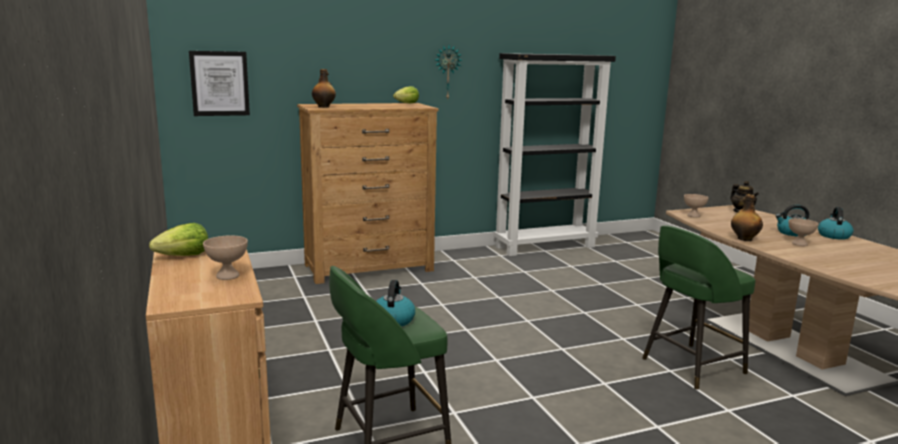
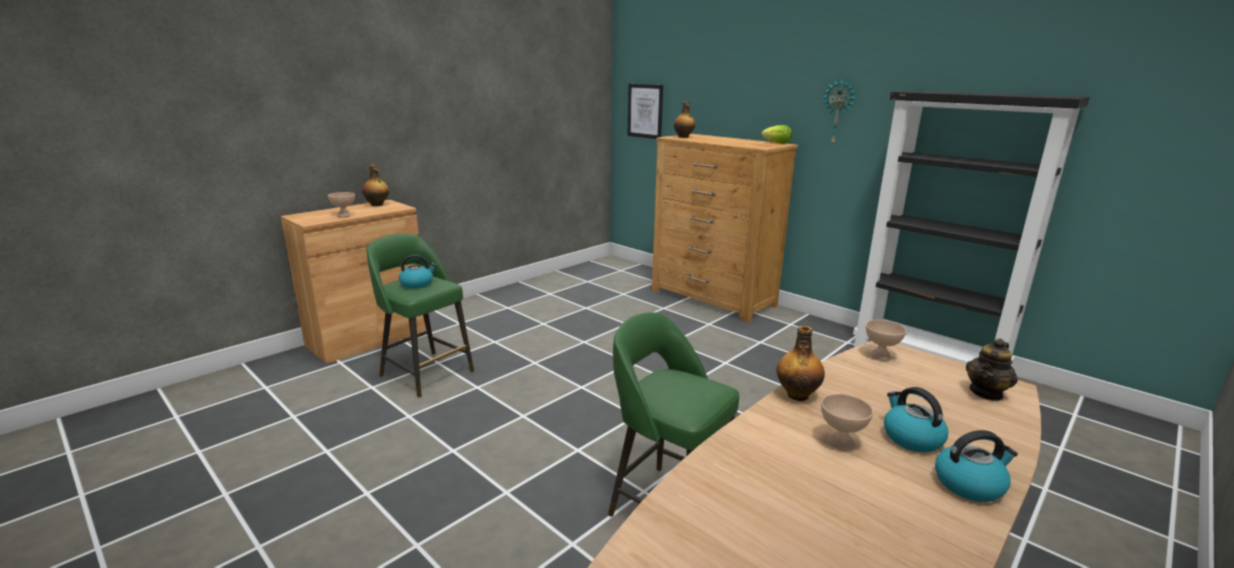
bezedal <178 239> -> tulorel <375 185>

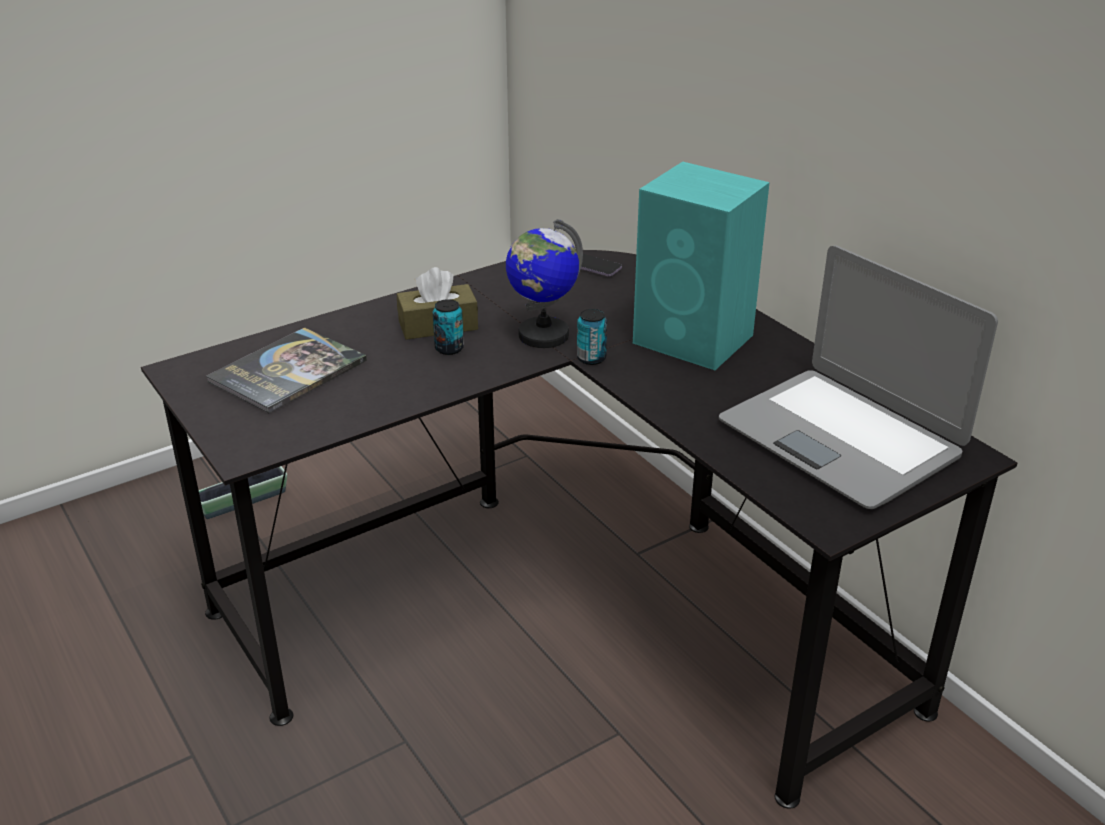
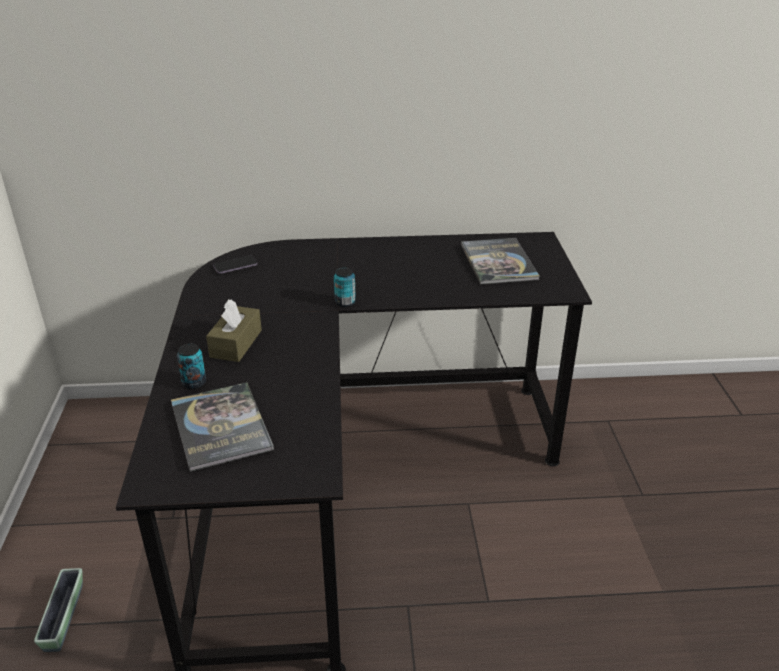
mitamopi <544 283> -> none
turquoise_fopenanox <701 266> -> none
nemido <448 327> -> nemido <191 366>, relocated
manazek <858 377> -> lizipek <500 261>

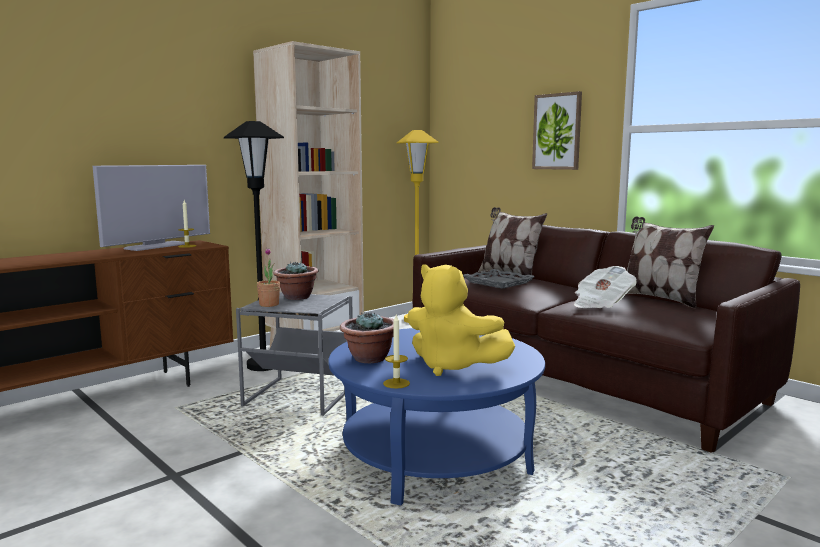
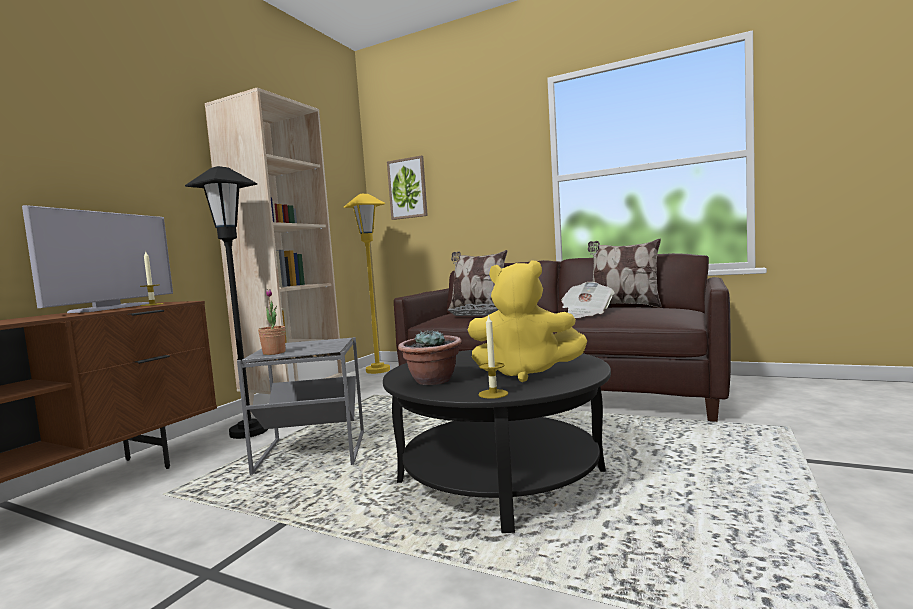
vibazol <296 281> -> none
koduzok <557 130> -> koduzok <407 187>, relocated
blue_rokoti <437 416> -> black_rokoti <497 441>

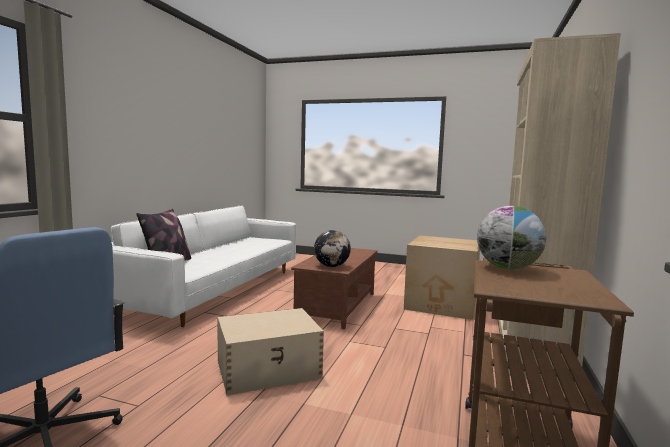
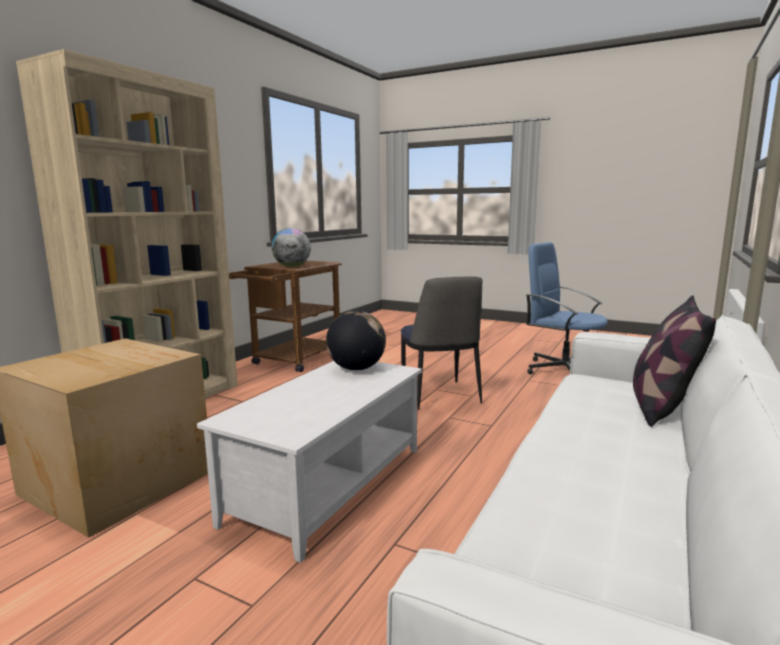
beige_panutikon <270 351> -> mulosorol <442 343>
brown_rokoti <334 288> -> white_rokoti <309 462>

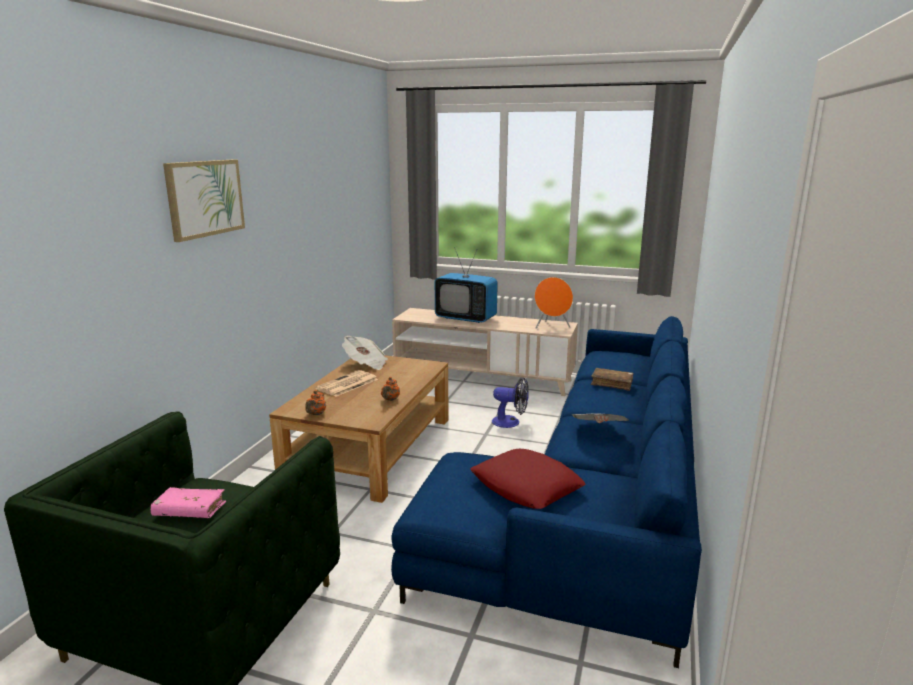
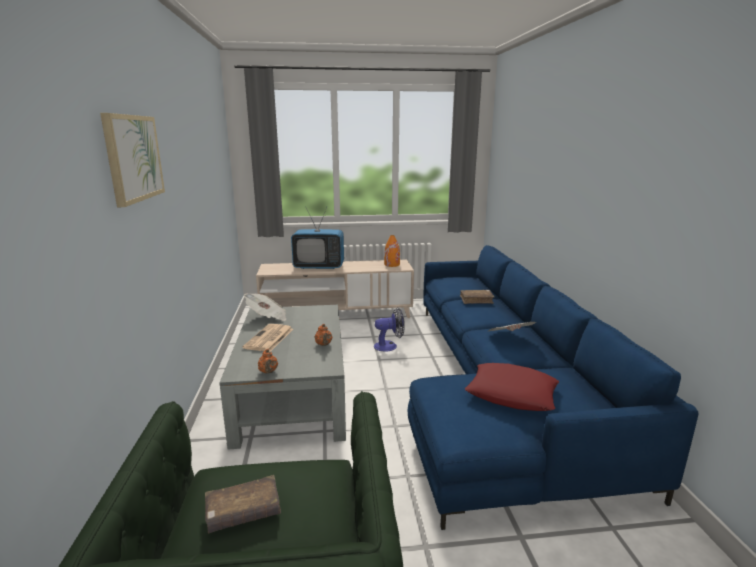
orange_fopenanox <554 303> -> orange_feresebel <392 251>
pink_lizipek <188 502> -> brown_lizipek <243 504>
brown_rokoti <358 429> -> grey_rokoti <282 377>

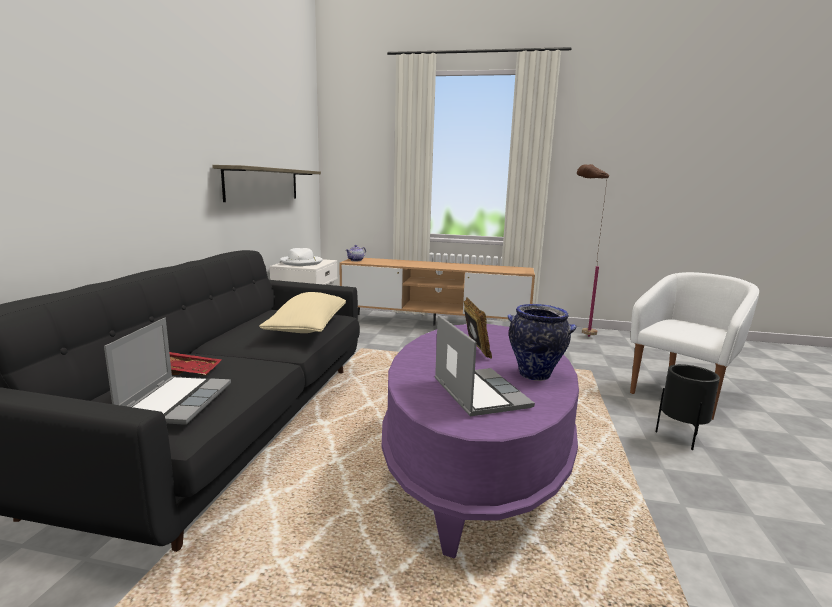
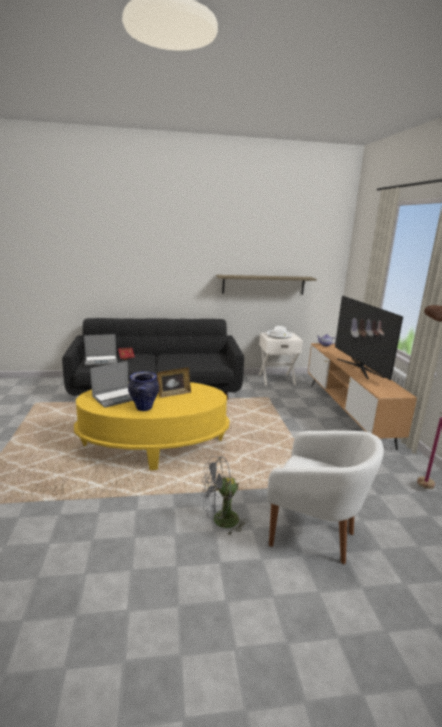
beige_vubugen <302 312> -> none
none -> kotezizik <369 338>
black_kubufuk <688 407> -> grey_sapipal <224 496>
purple_rokoti <480 441> -> yellow_rokoti <152 426>

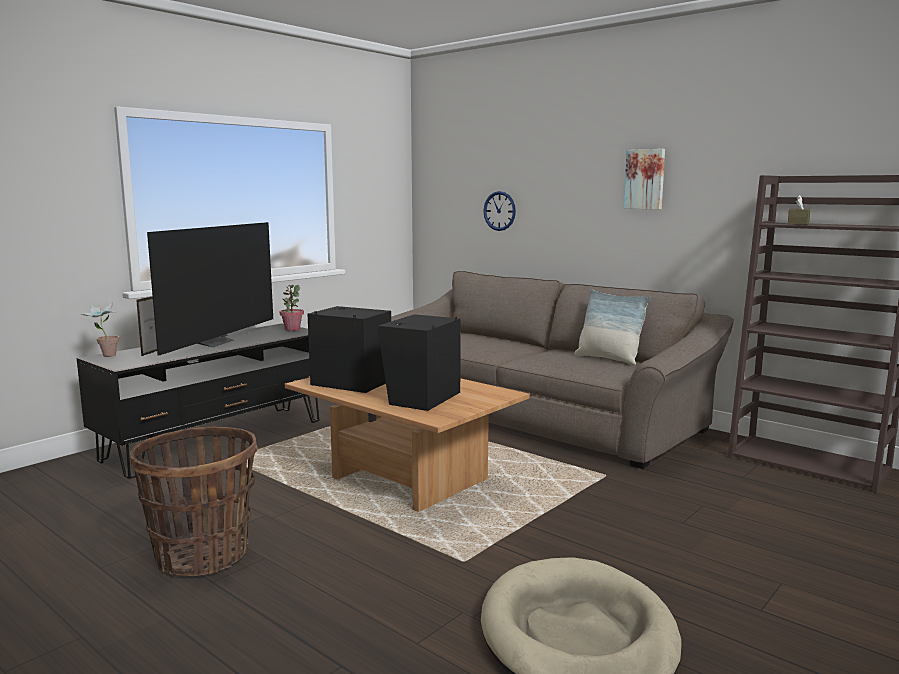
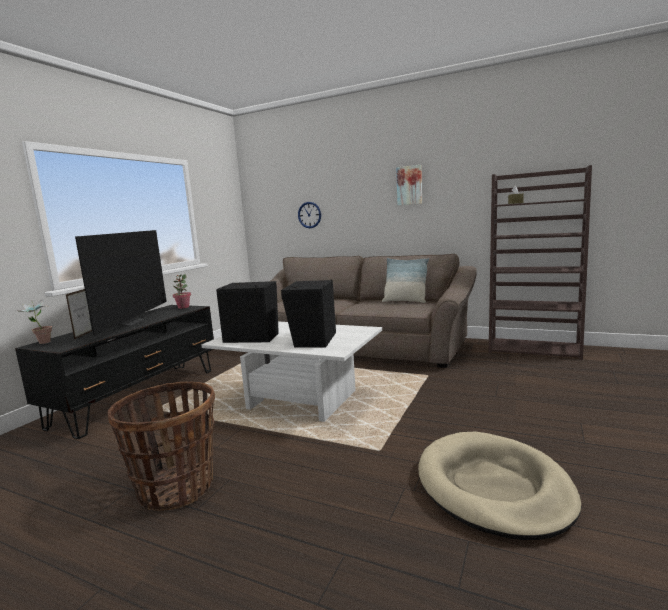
brown_rokoti <407 444> -> white_rokoti <291 372>

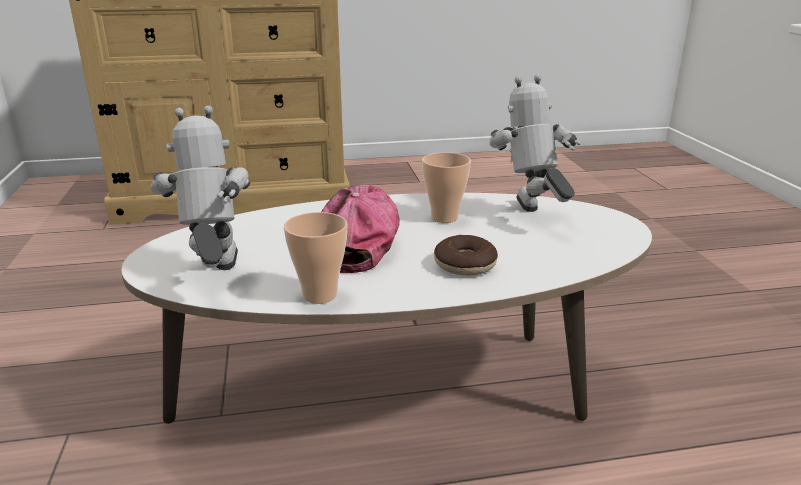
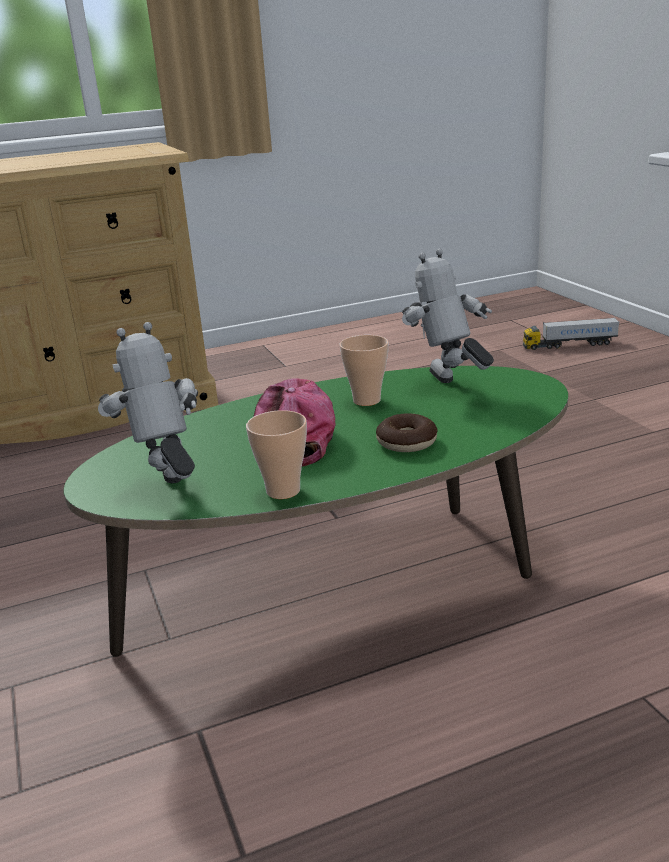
none -> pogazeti <571 333>
white_rokoti <386 308> -> green_rokoti <316 511>

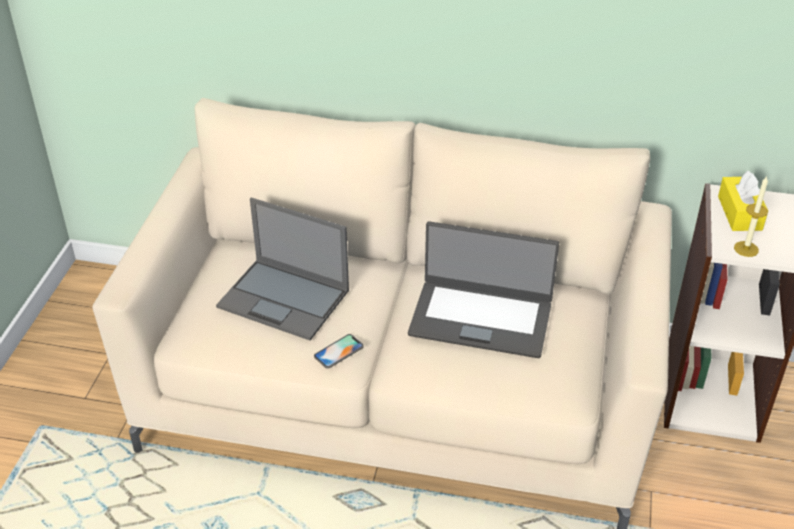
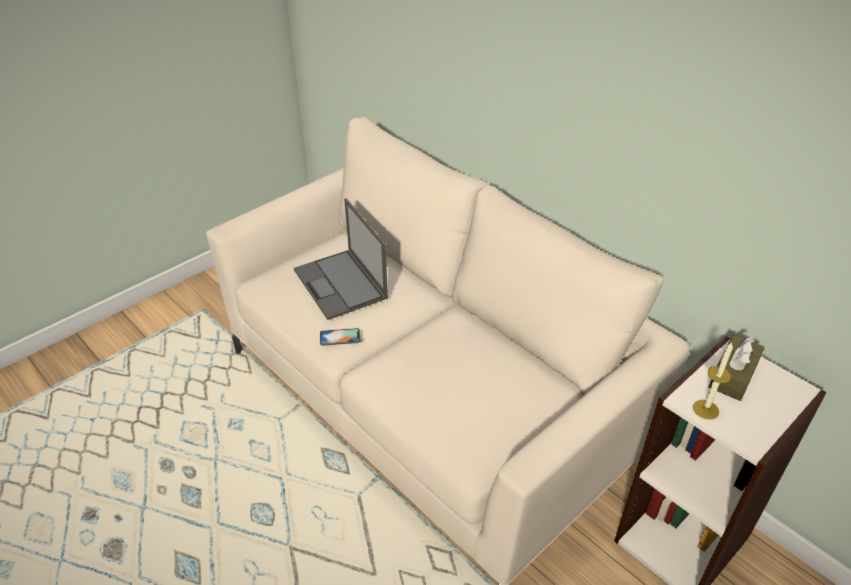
manazek <483 289> -> none
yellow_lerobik <743 201> -> brown_lerobik <737 368>

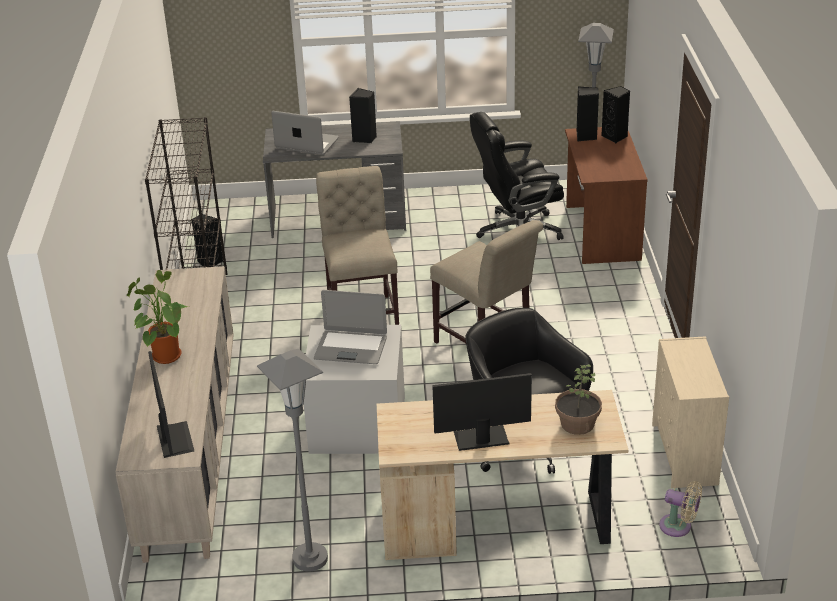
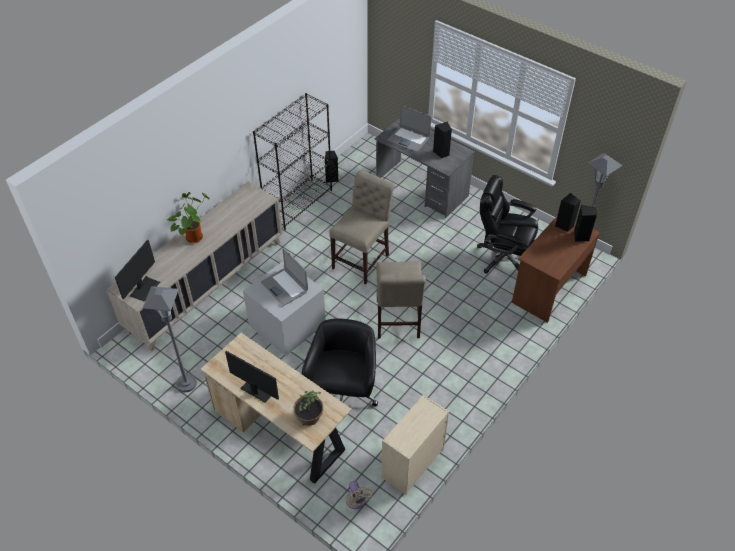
manazek <305 133> -> manazek <409 128>, 150 degrees clockwise

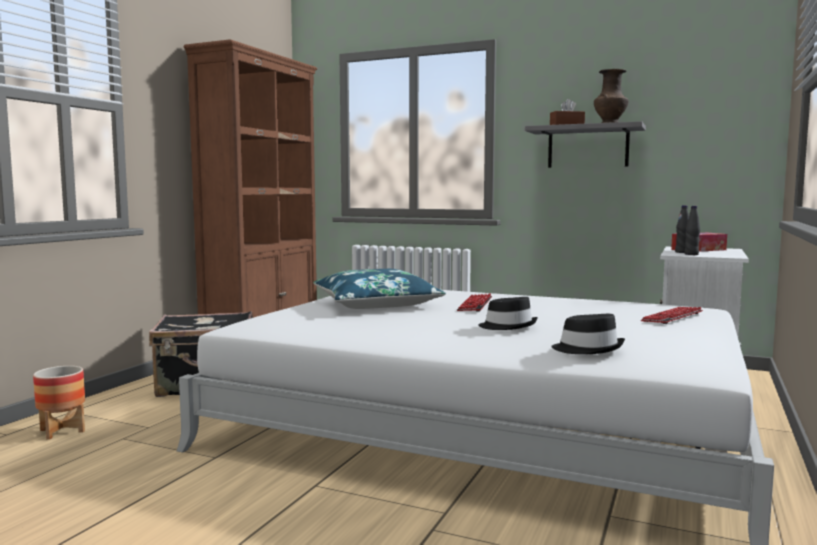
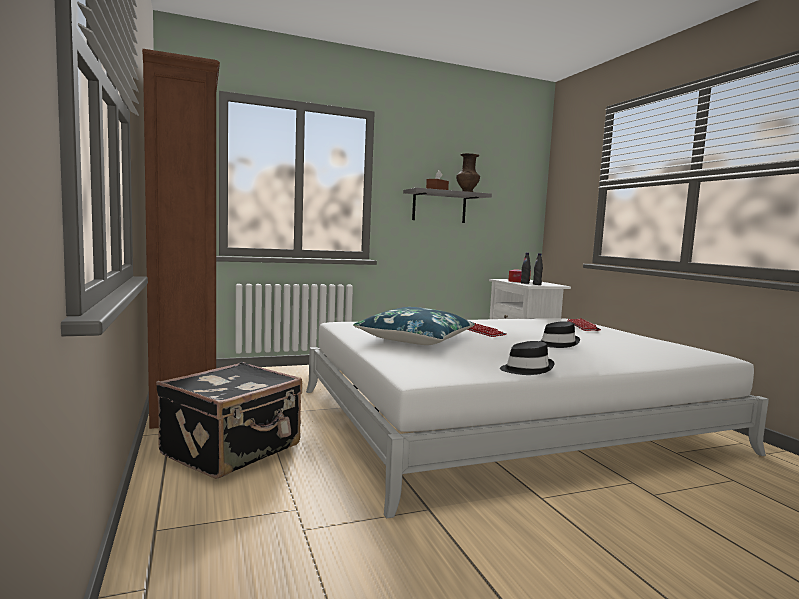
kubufuk <59 403> -> none
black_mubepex <588 334> -> black_mubepex <527 358>, relocated

